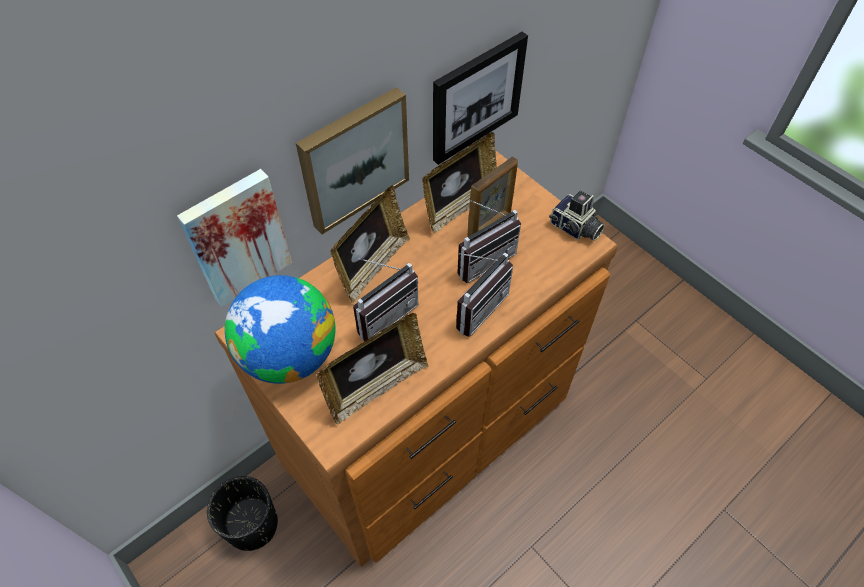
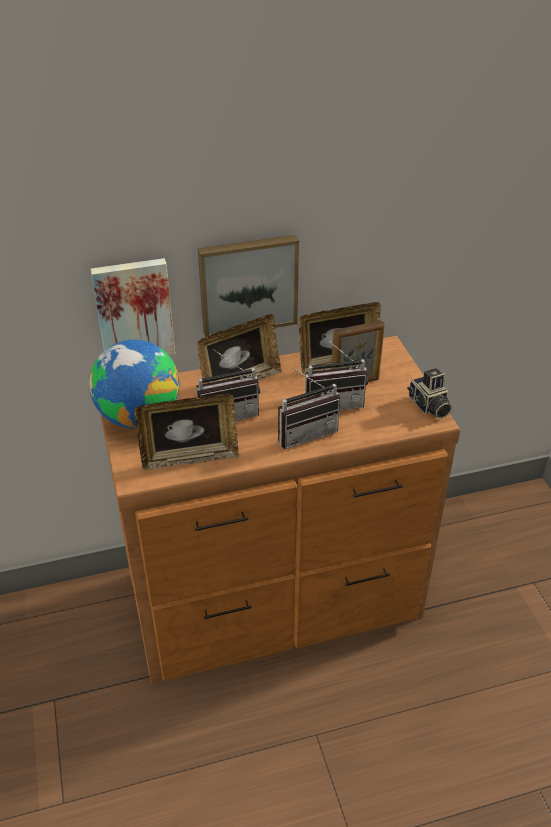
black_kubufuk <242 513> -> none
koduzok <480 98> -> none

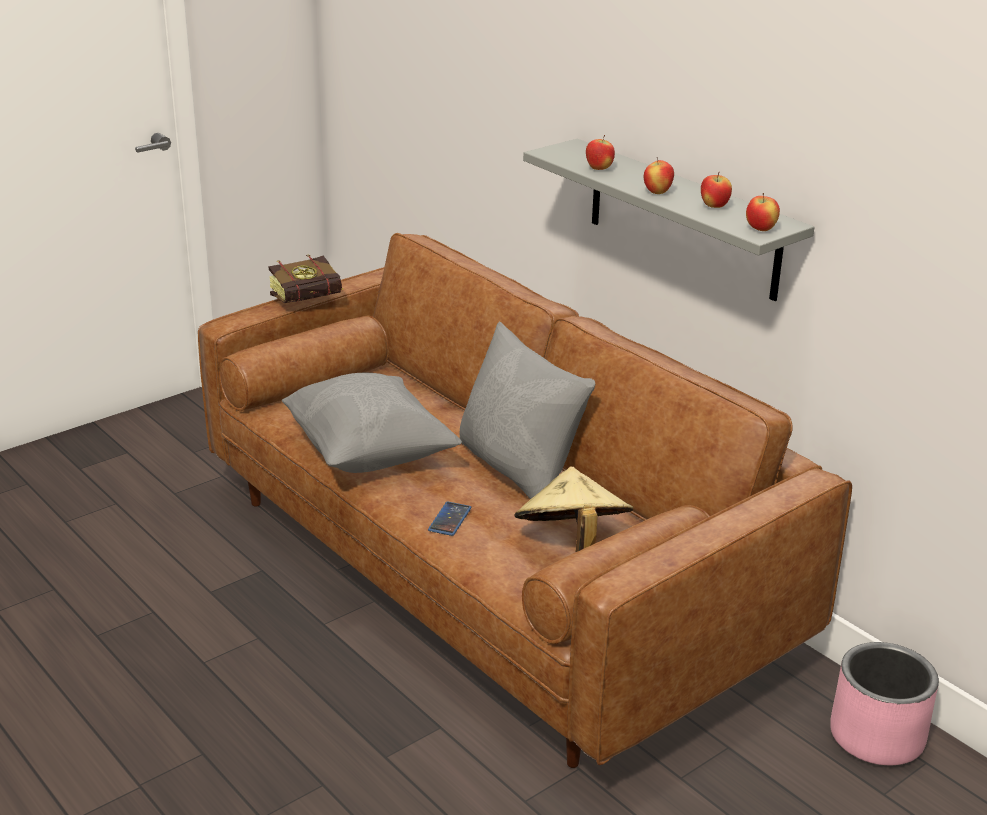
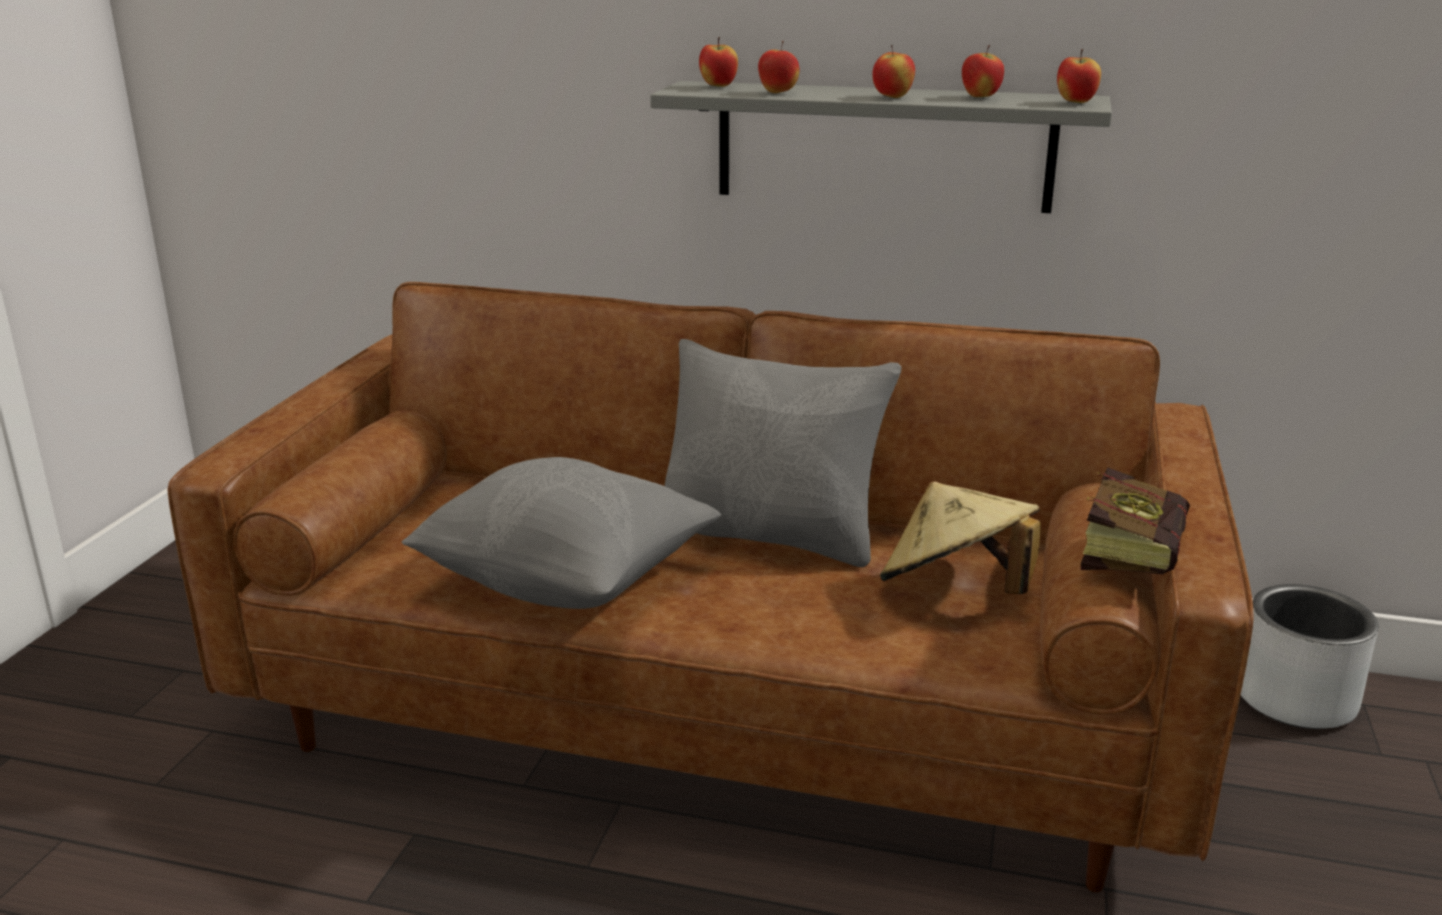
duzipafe <449 519> -> none
none -> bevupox <718 62>
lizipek <306 279> -> lizipek <1135 520>, relocated
pink_kubufuk <884 703> -> grey_kubufuk <1310 656>

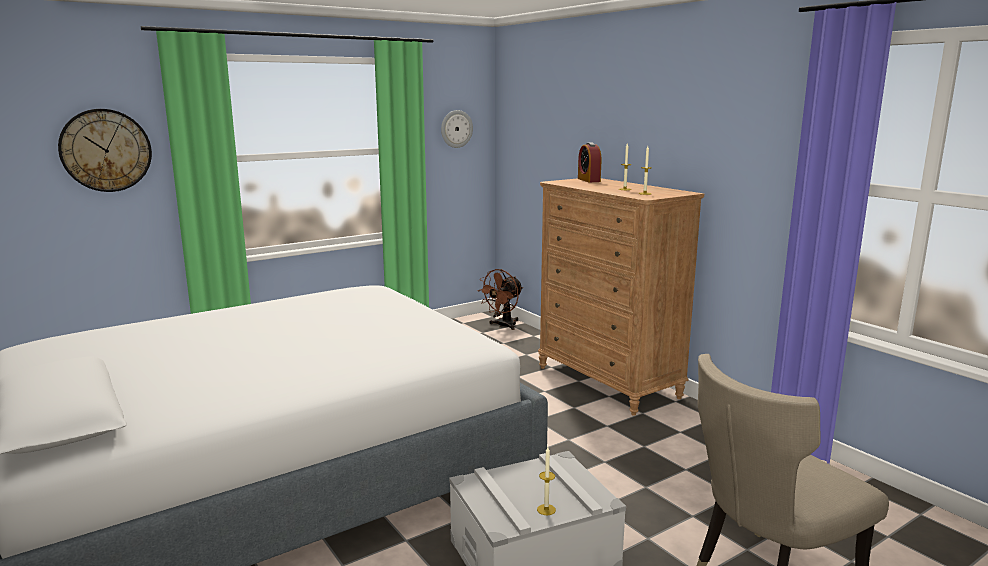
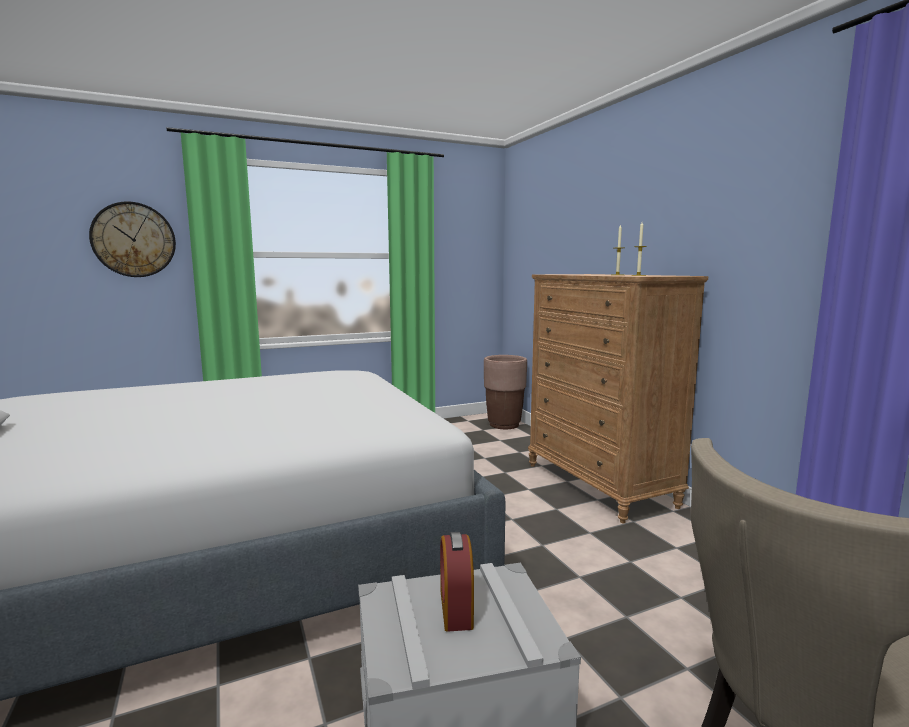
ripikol <457 129> -> none
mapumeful <546 481> -> none
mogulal <589 162> -> mogulal <457 582>, relocated
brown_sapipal <500 299> -> brown_kubufuk <505 392>

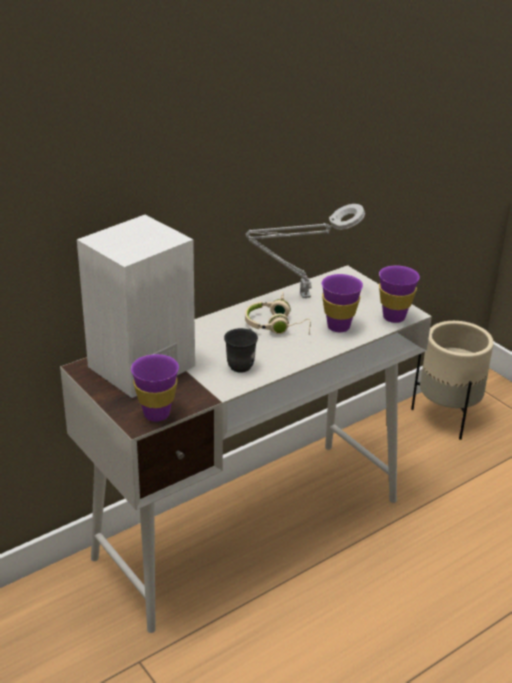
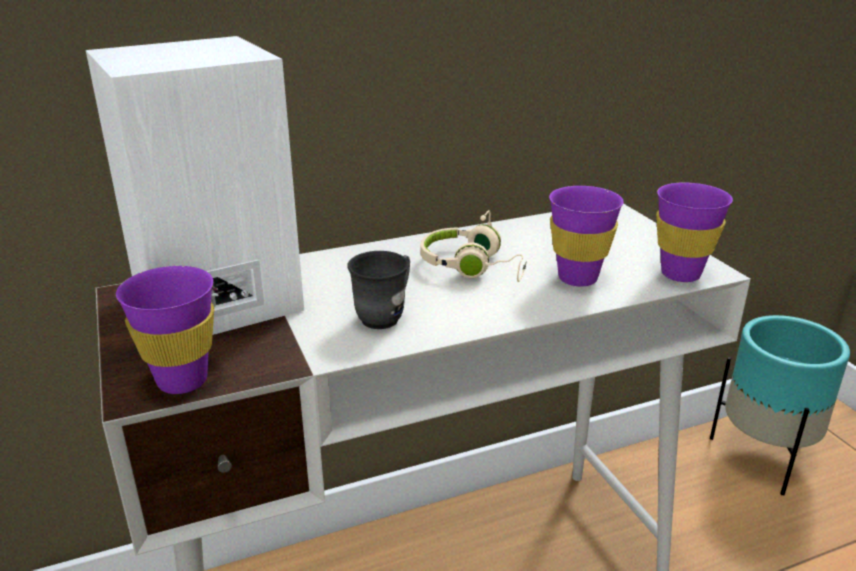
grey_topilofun <305 251> -> none
beige_kubufuk <452 380> -> turquoise_kubufuk <780 405>

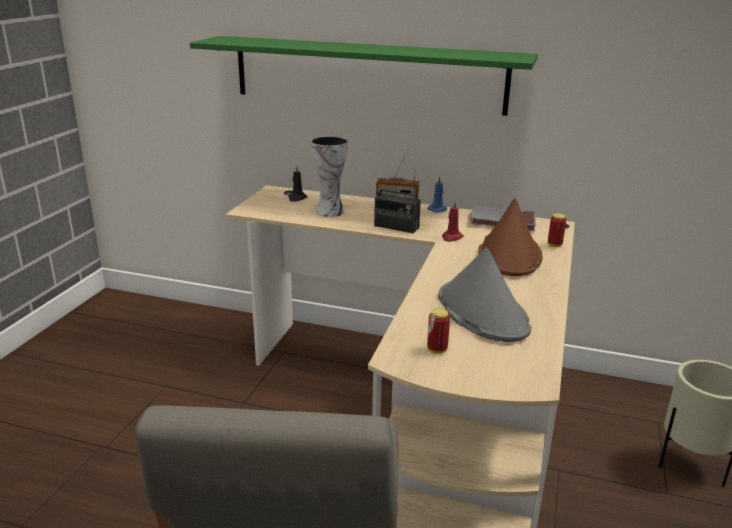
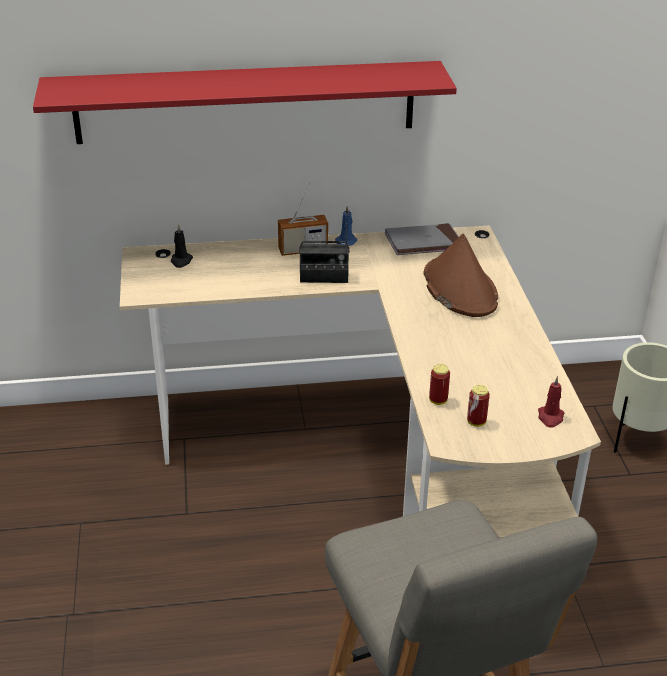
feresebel <329 176> -> none
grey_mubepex <485 294> -> none
red_mapumeful <453 221> -> red_mapumeful <551 402>, relocated
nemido <557 230> -> nemido <439 384>, relocated
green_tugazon <364 76> -> red_tugazon <245 102>

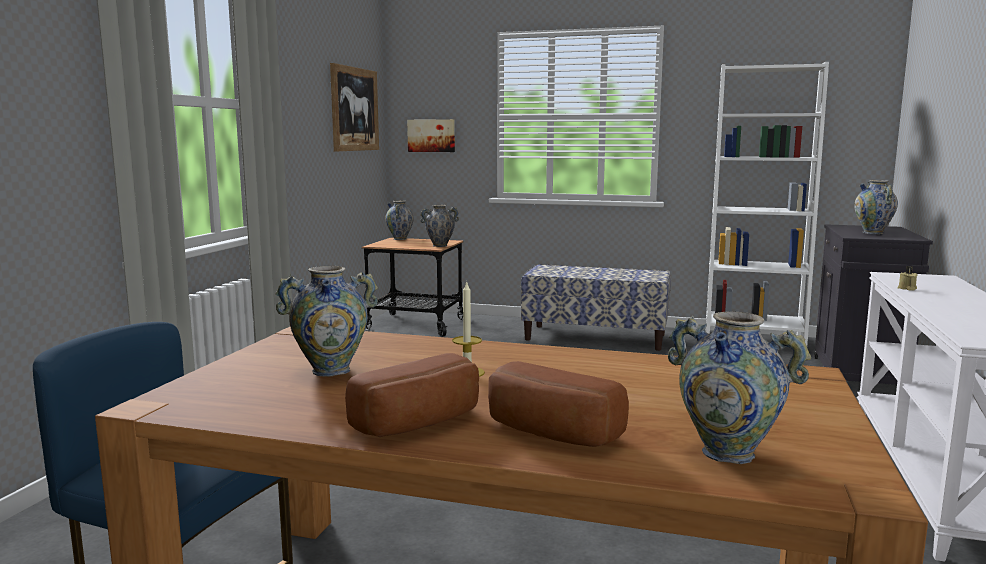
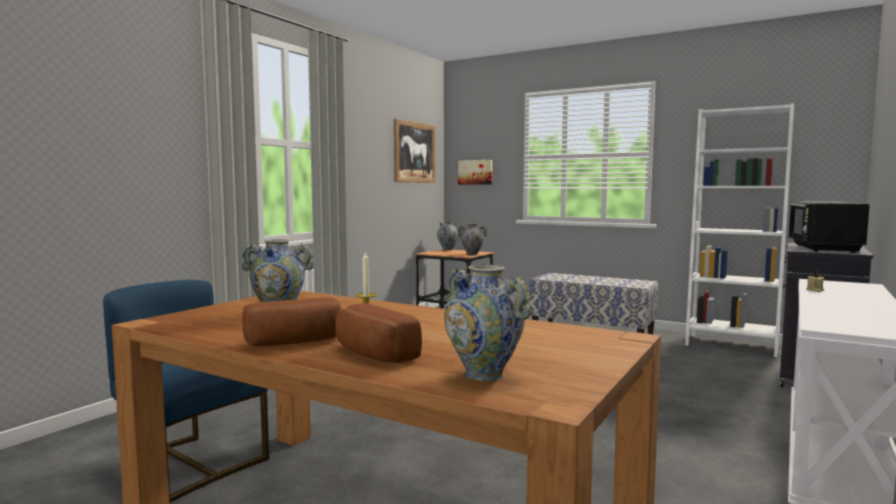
feresebel <876 207> -> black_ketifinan <829 227>

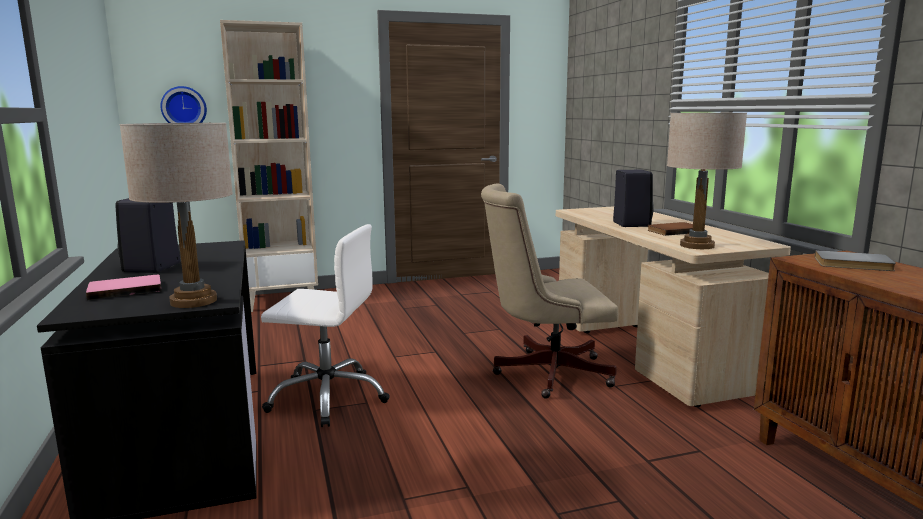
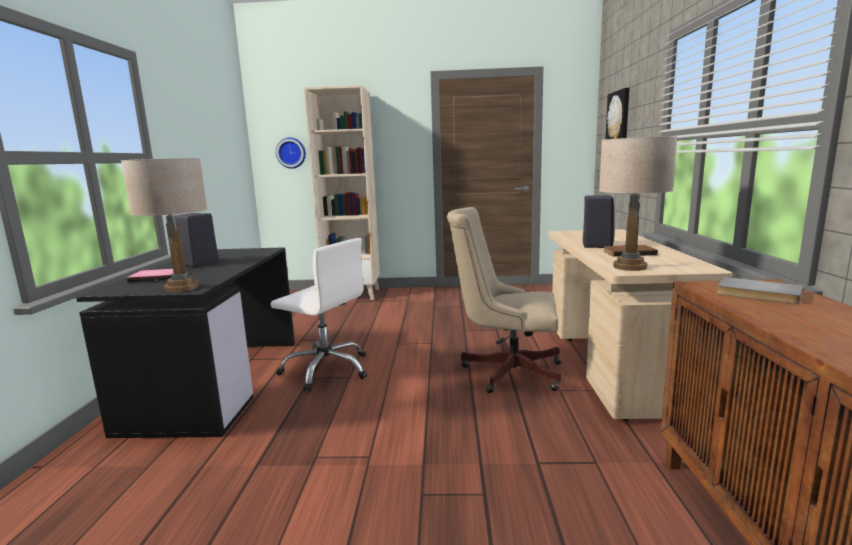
none -> koduzok <617 113>

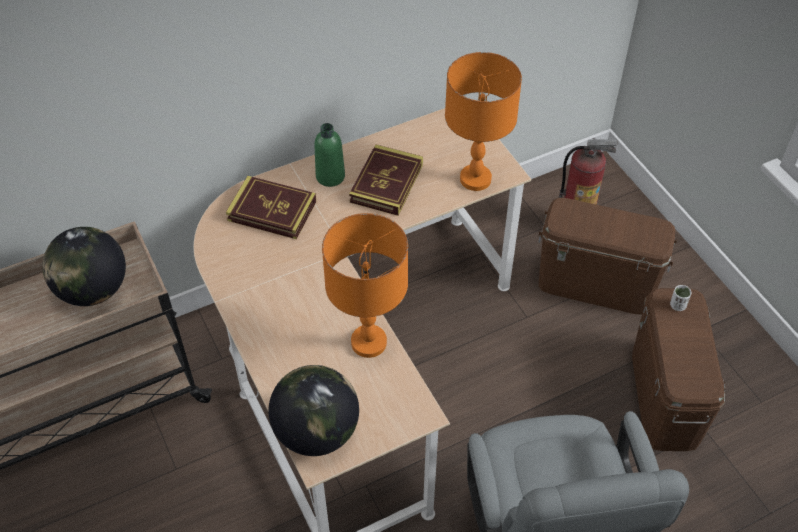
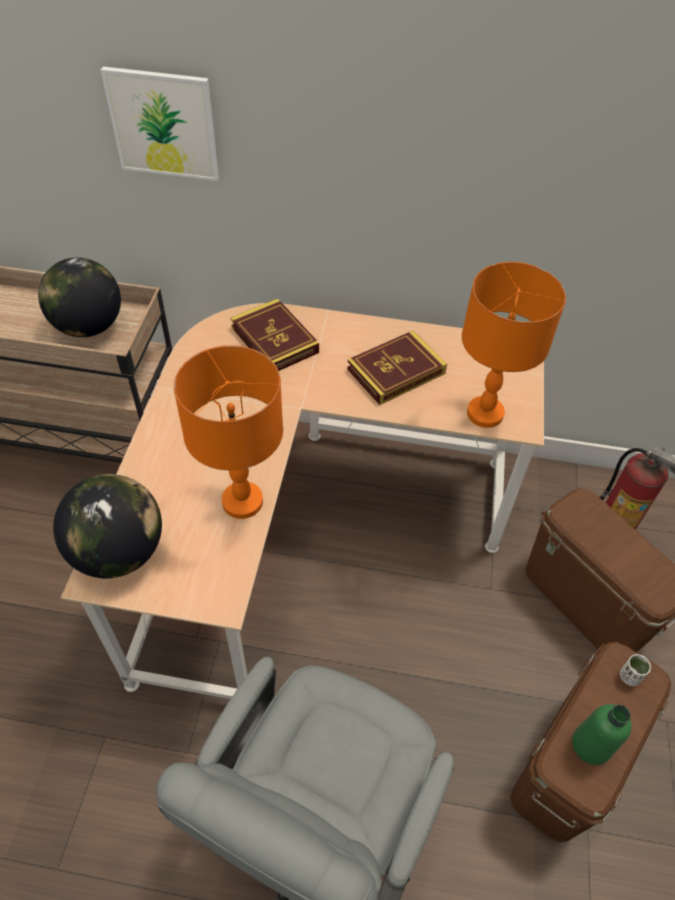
none -> koduzok <160 123>
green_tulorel <329 155> -> green_tulorel <602 734>, relocated

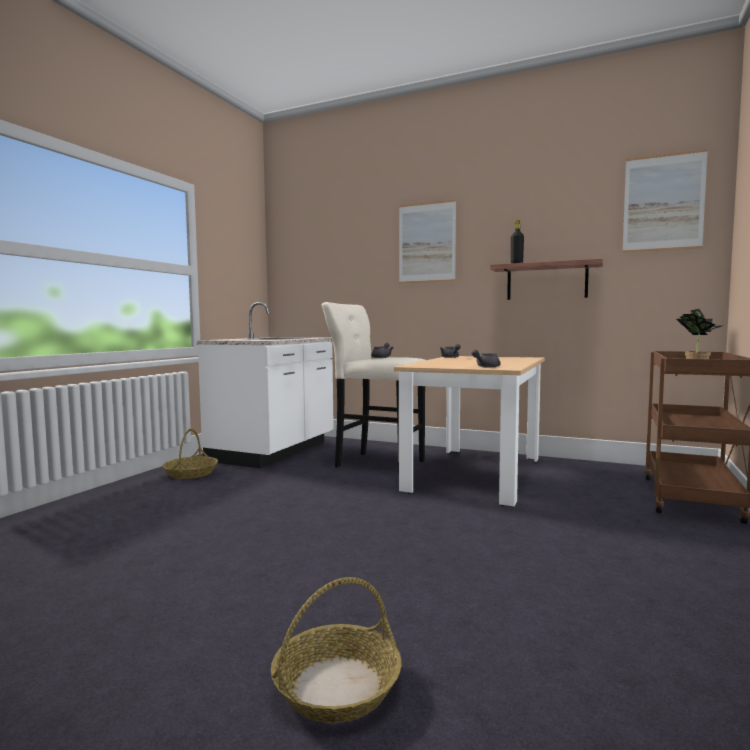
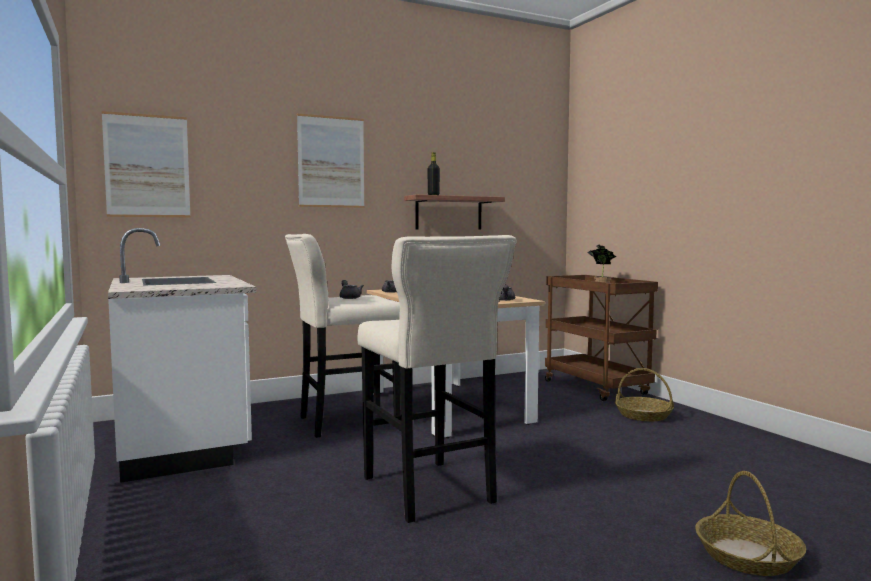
none -> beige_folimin <437 379>
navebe <190 454> -> navebe <644 394>, relocated
koduzok <665 201> -> koduzok <146 164>, relocated

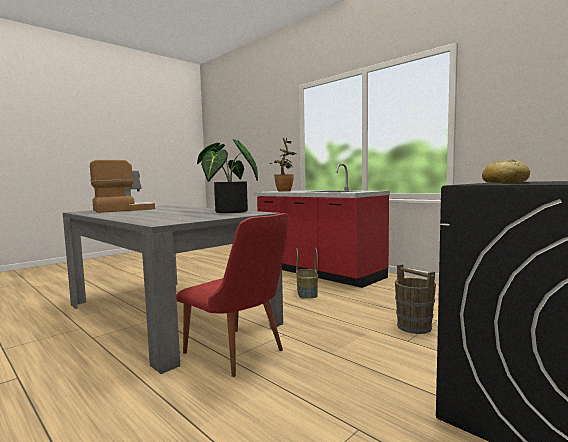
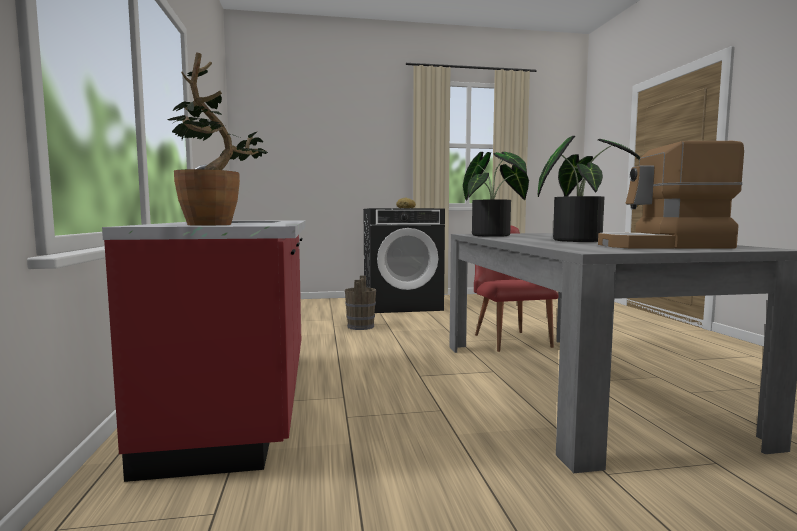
navebe <307 273> -> none
none -> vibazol <589 189>

